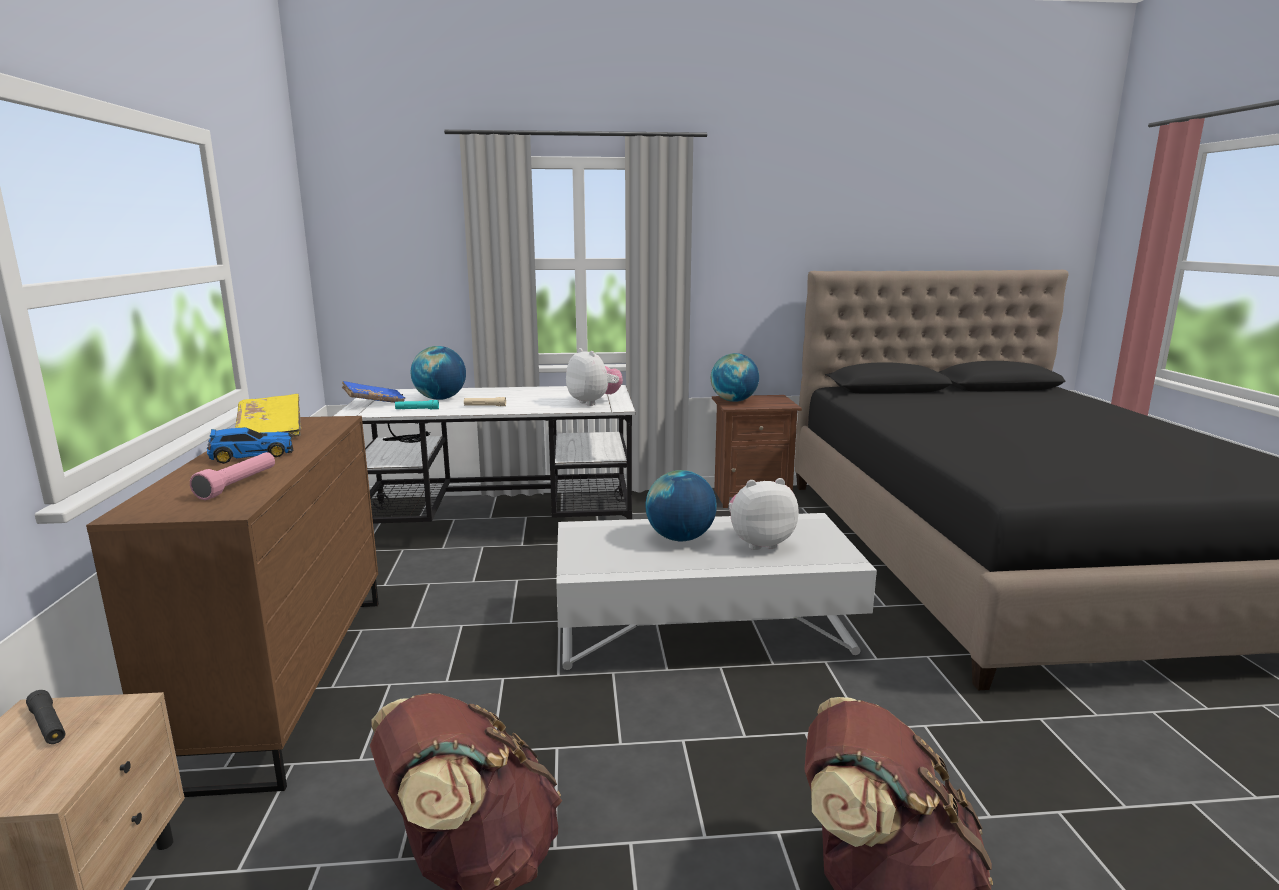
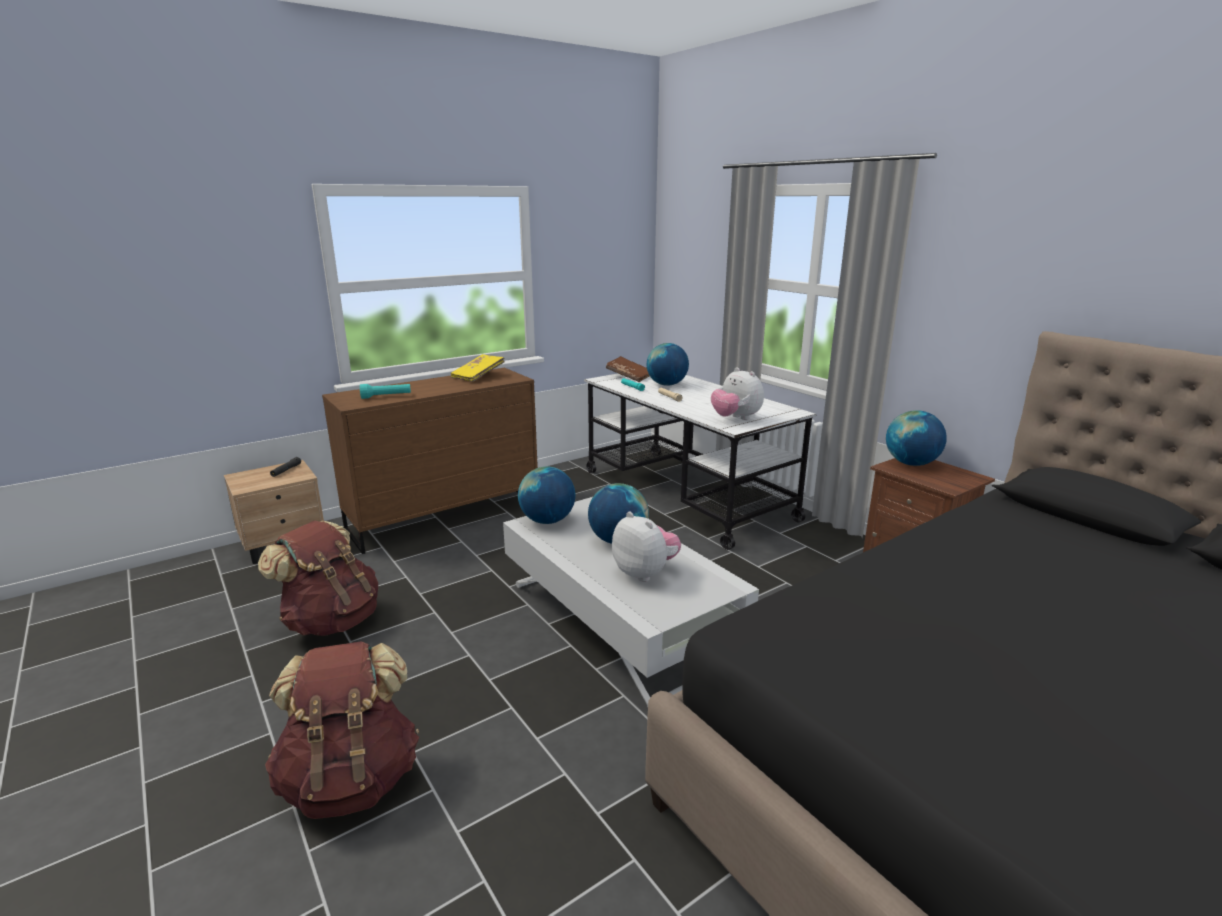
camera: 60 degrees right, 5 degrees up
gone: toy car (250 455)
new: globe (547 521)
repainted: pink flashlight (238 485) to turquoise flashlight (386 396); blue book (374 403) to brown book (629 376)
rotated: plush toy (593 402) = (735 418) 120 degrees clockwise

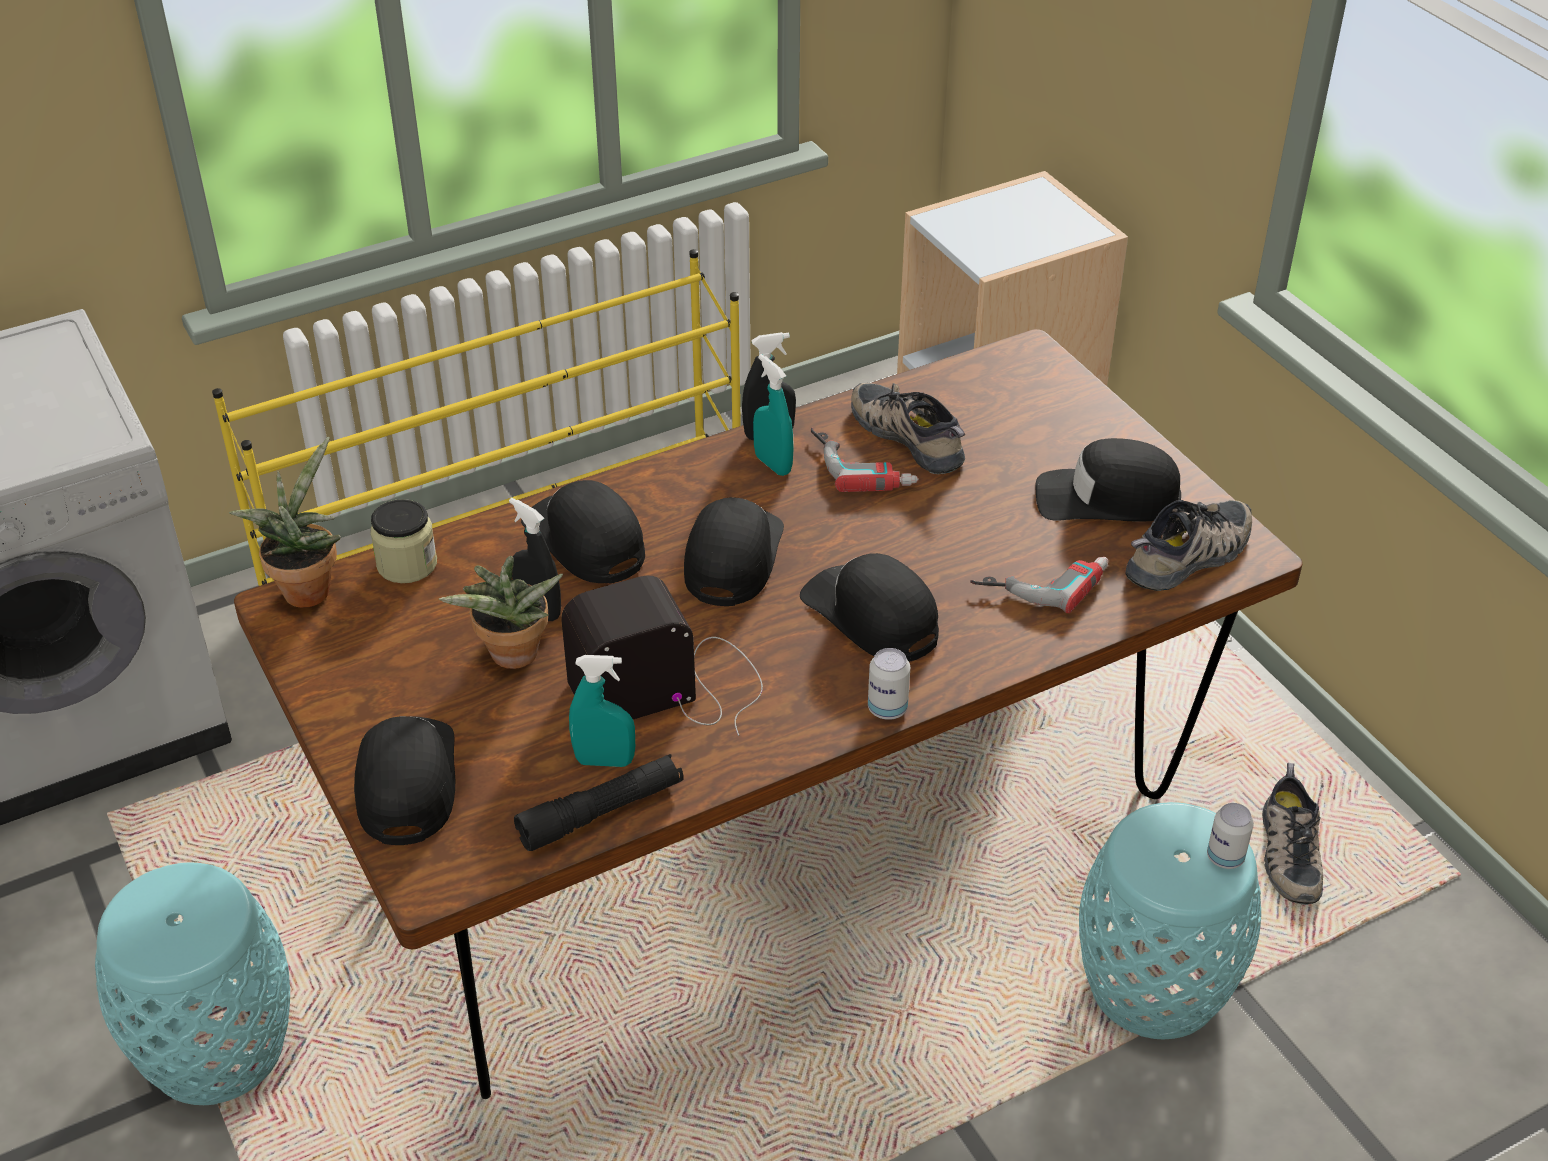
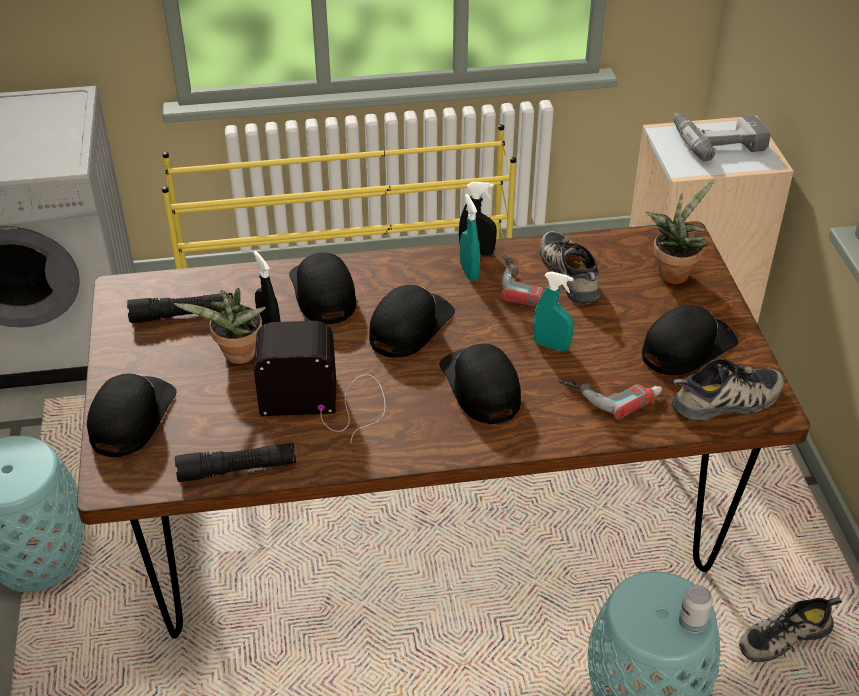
camera: 20 degrees right, 0 degrees up
gone: jar (407 564); can (887 709)
new: black flashlight (182 315); power drill (717 139)
shifted: potted plant (307 587) to (673 272); turquoise spray bottle (605 761) to (551 345)
rotated: black cap (1106 498) = (687 347) 120 degrees clockwise; shoe (1287 851) = (784 635) 45 degrees clockwise

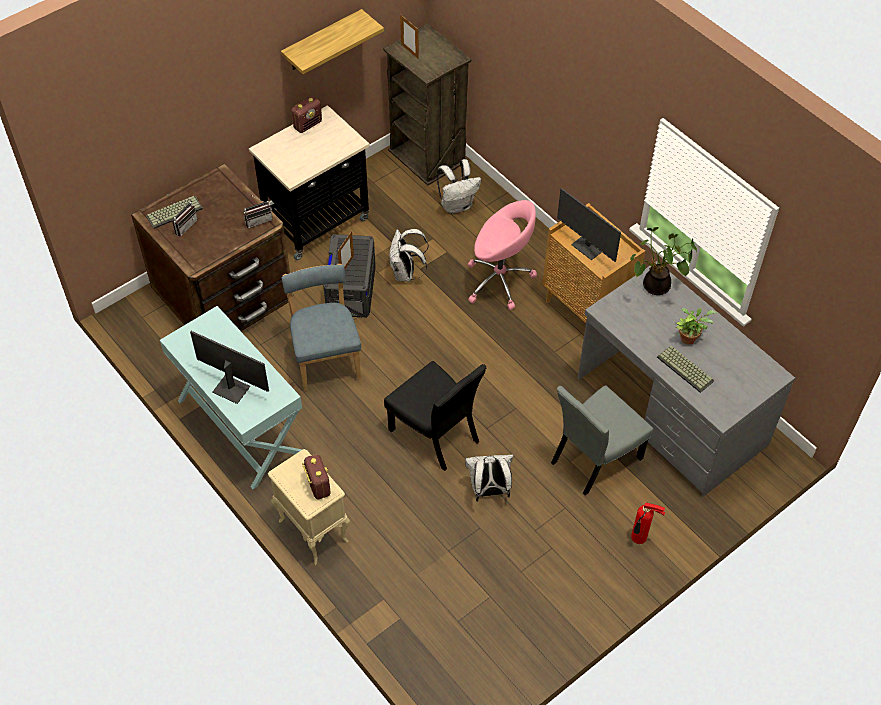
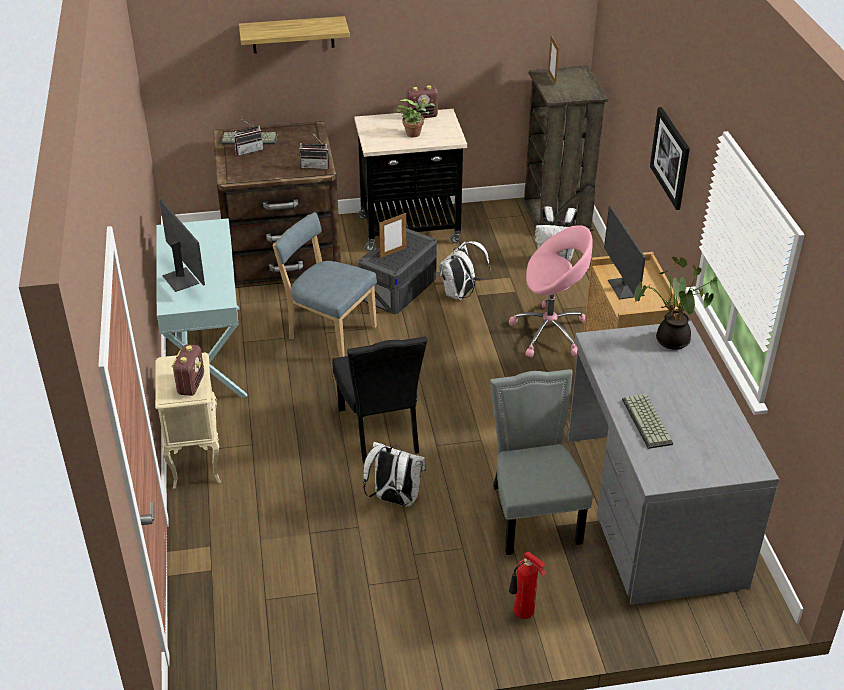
camera: 30 degrees right, 15 degrees down
new: picture (671 157)
shifted: shelf (322 41) to (293 34); potted plant (689 337) to (415 134)
rotated: blue chair (326 358) = (329 331) 75 degrees counterclockwise; pink office chair (500 281) = (551 332) 45 degrees counterclockwise; grey chair (596 457) = (533 517) 90 degrees clockwise

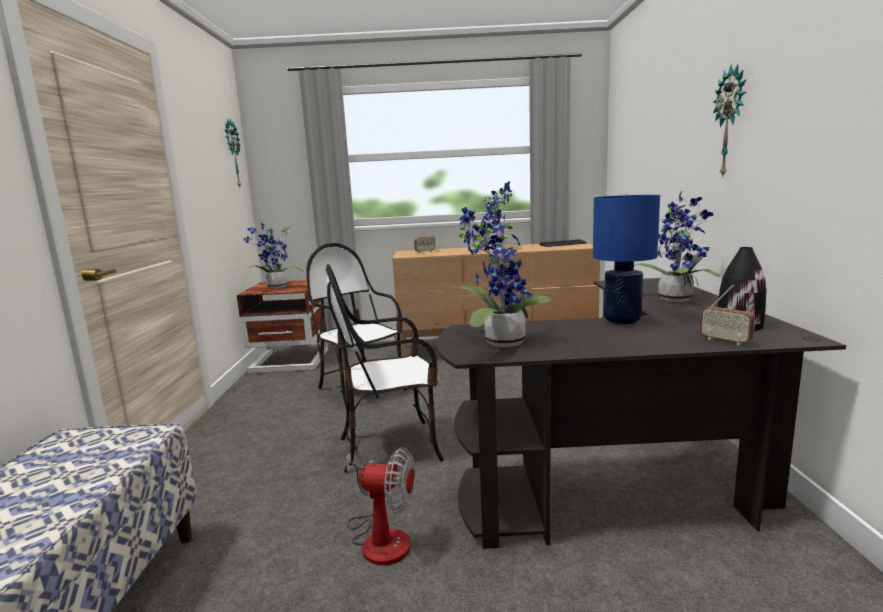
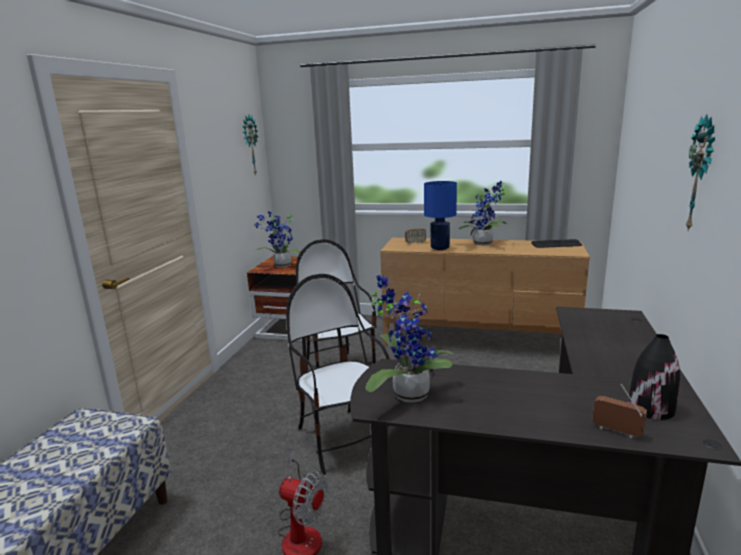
camera: 15 degrees right, 5 degrees up
gone: potted plant (675 298)
shifted: blue table lamp (622 322) to (439 249)
rotated: chair (391 446) = (342 440) 60 degrees clockwise; radio (725 341) = (616 431) 150 degrees clockwise

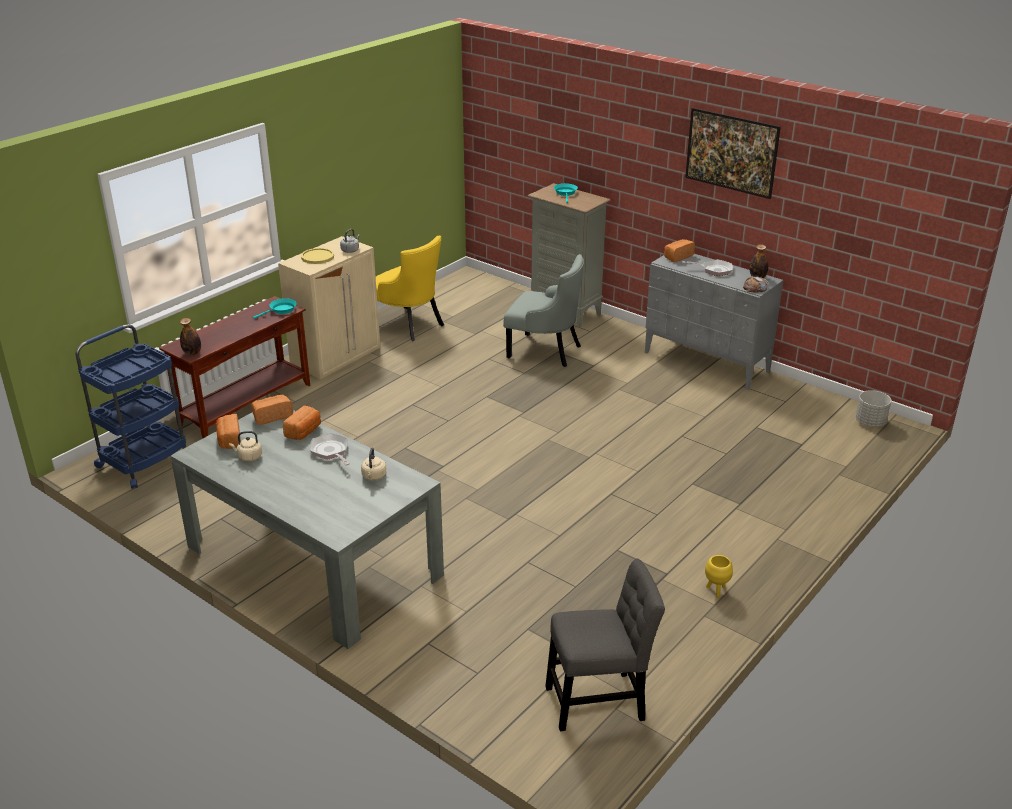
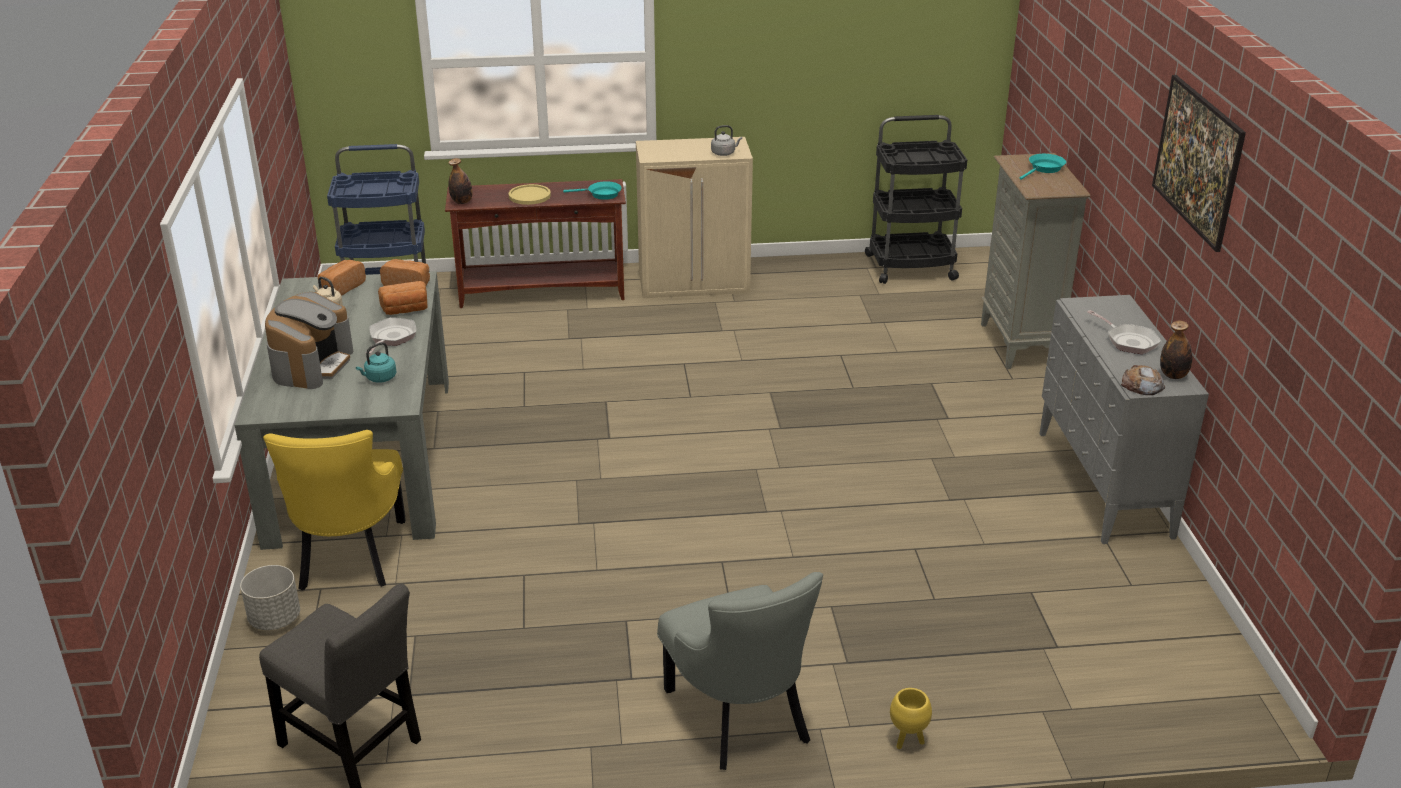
camera: 45 degrees right, 0 degrees up
gone: bread (677 257)
new: coffee machine (312 365); black cart (910 267)
shifted: yellow plate (317 257) to (529 196); yellow chair (406 324) to (350 553); grey chair (543 351) to (737 713); yellow planter (716 590) to (907 741); grey planter (870 422) to (275 619)
repainted: beige kettle (373 476) to turquoise kettle (379 378)

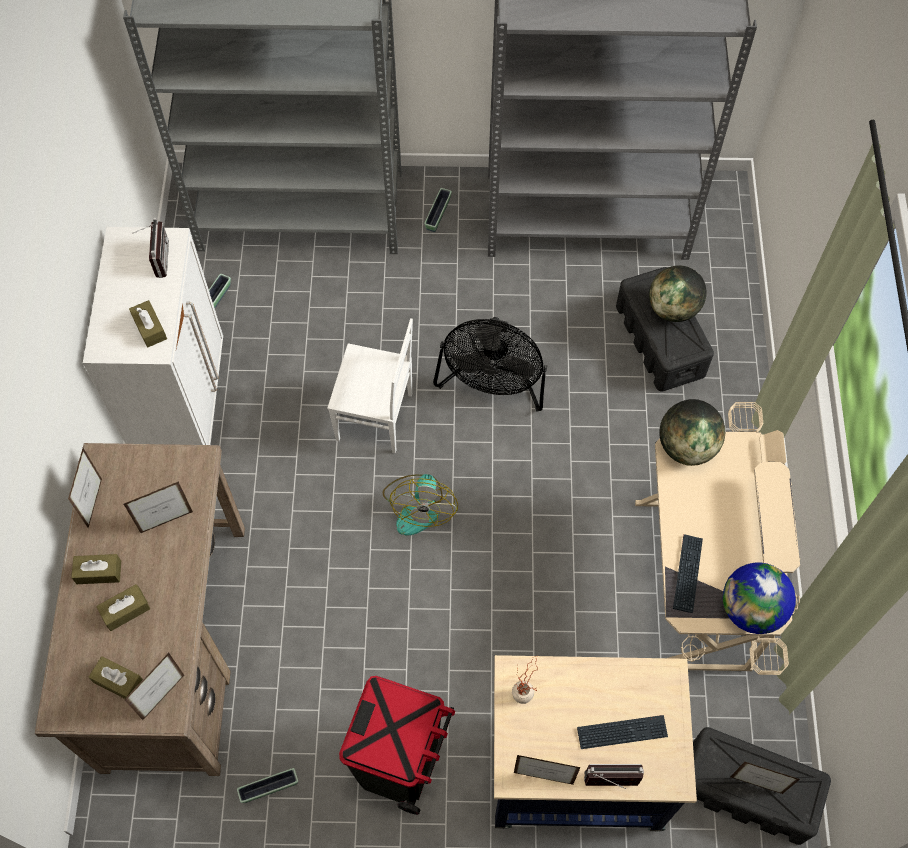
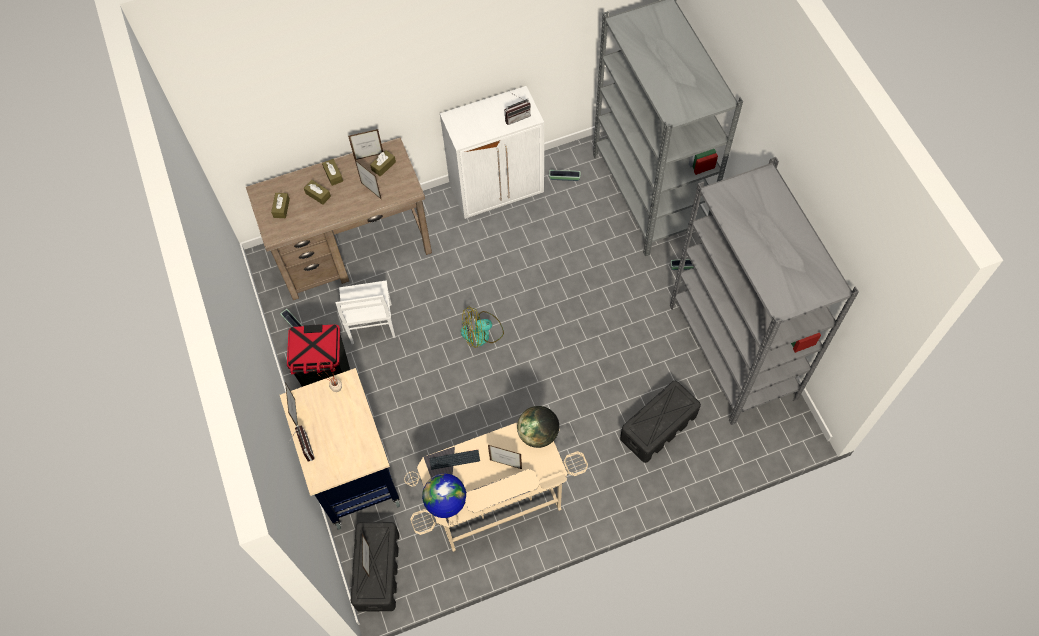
camera: 70 degrees right, 0 degrees up
gone: black fan (490 379); keyboard (622 732); globe (673 309)
shifted: picture frame (164 697) to (506 464); brown tissue box (150 328) to (383 166); white chair (375 418) to (371 324)

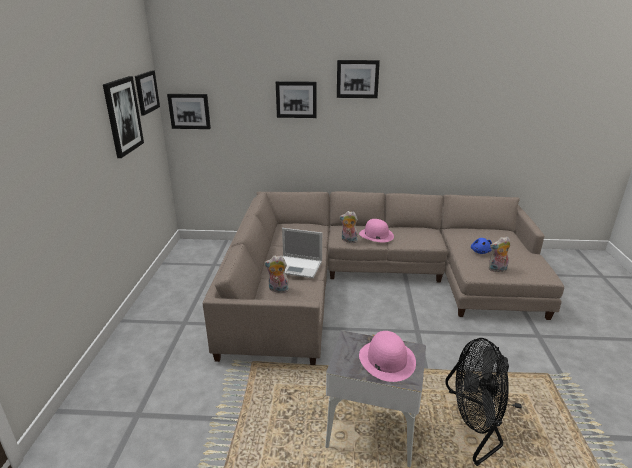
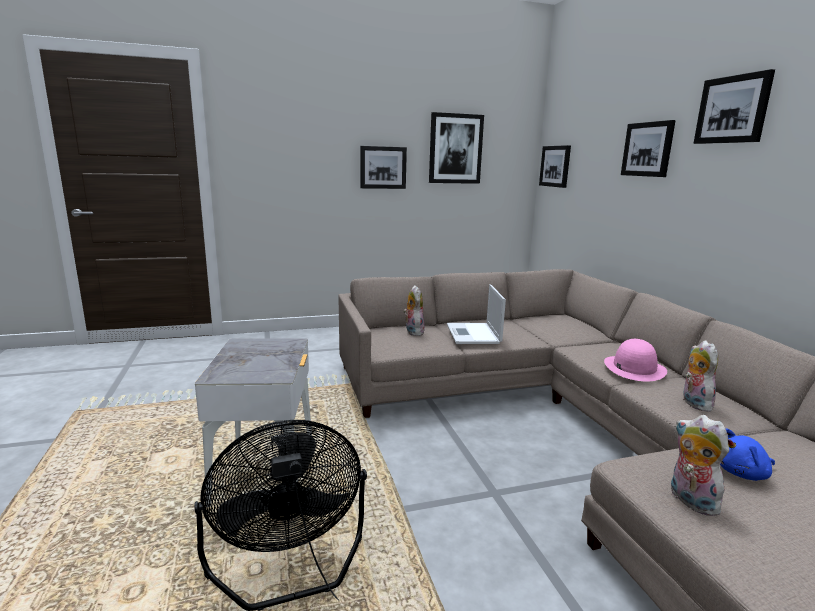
camera: 70 degrees right, 10 degrees down
gone: pink hat (386 359)
shifted: picture (146 92) to (383 167); plush toy (348 241) to (693 403)

